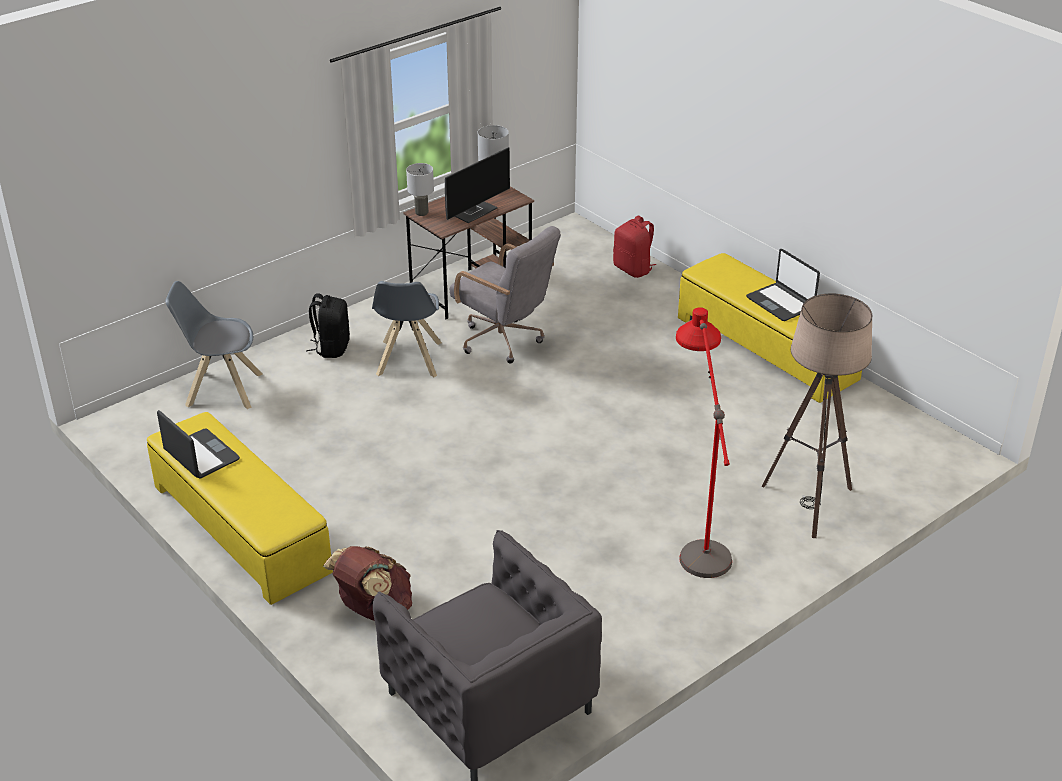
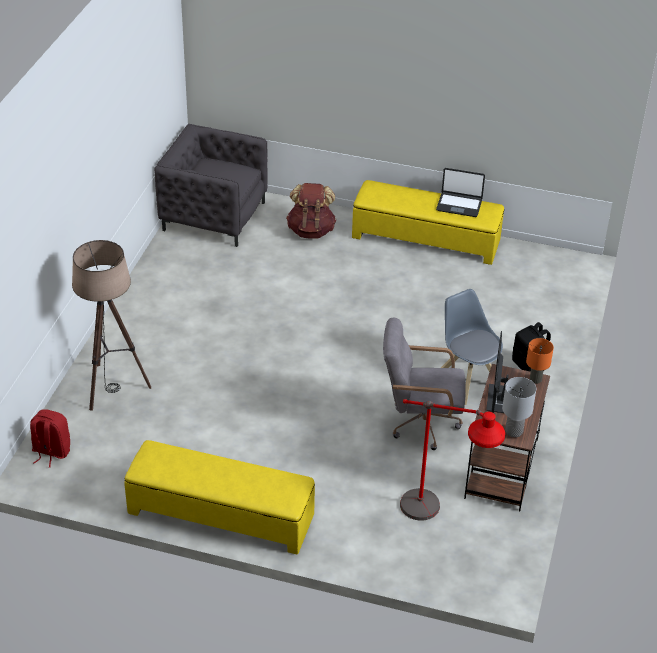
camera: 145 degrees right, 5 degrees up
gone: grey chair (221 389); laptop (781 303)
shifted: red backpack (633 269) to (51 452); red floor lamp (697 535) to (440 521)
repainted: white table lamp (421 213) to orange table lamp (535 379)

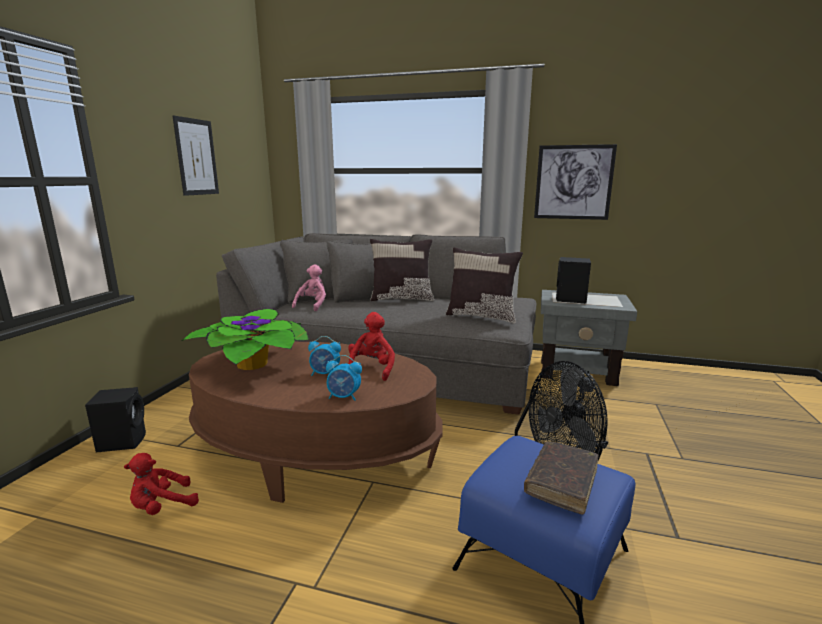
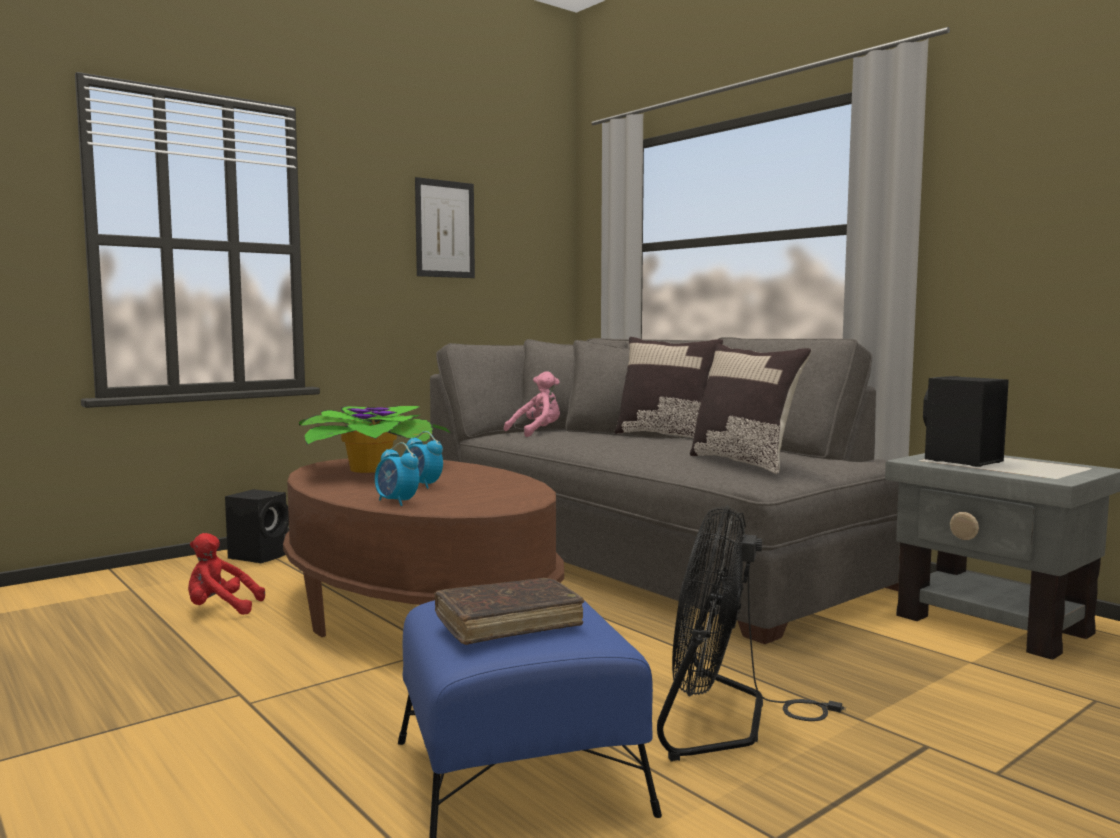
camera: 35 degrees right, 10 degrees down
gone: red plush toy (371 369); picture (573 182)

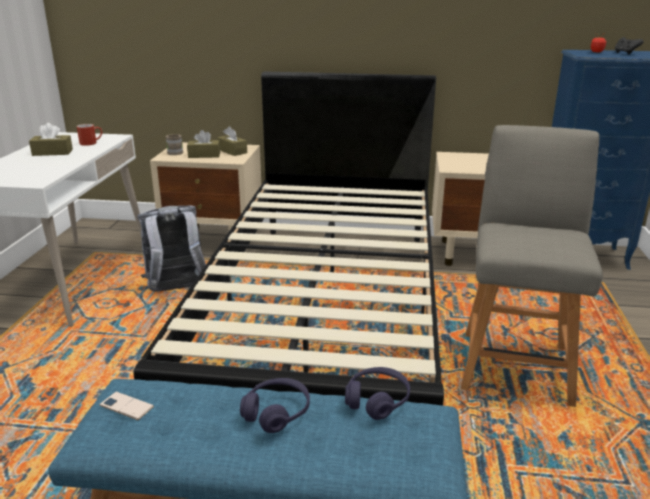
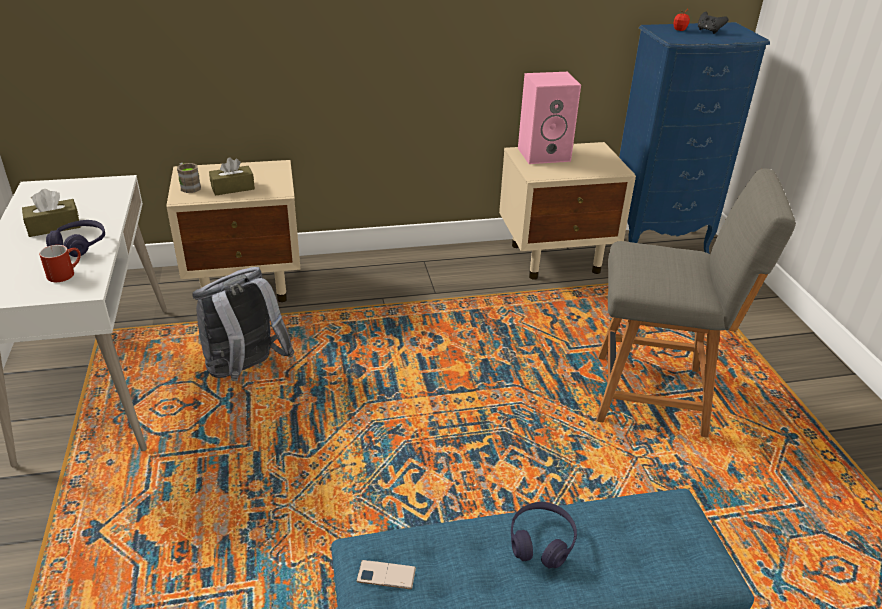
camera: 20 degrees left, 10 degrees up
gone: black bed (325 315); brown tissue box (232 151)
new: pink speaker (544 154)
shifted: red mug (91 143) to (65 273); purple headphones (377 400) to (79 245)
rotated: grey chair (515 364) = (655 395) 105 degrees clockwise

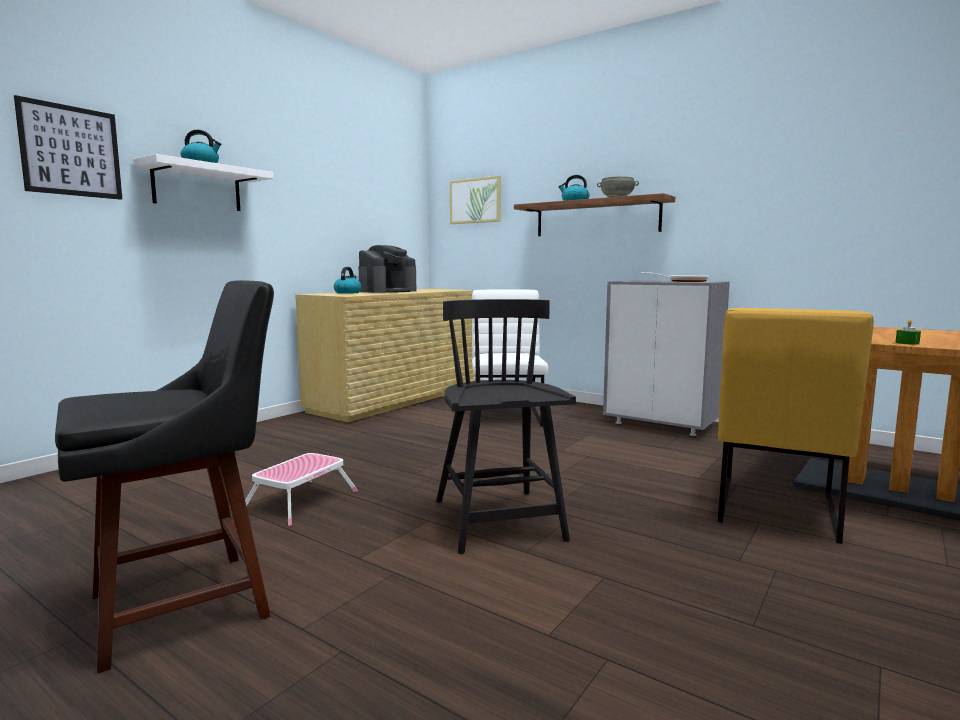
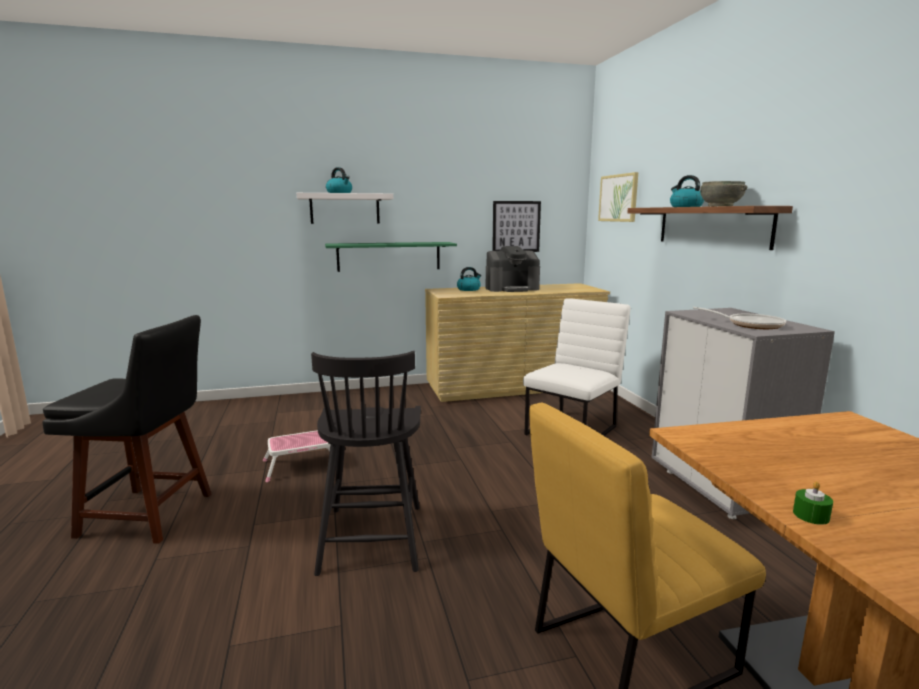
camera: 40 degrees right, 5 degrees up
new: green shelf (389 256)
shifted: picture (71 151) to (516 226)
rotated: black chair (498 520) = (372 535) 150 degrees clockwise

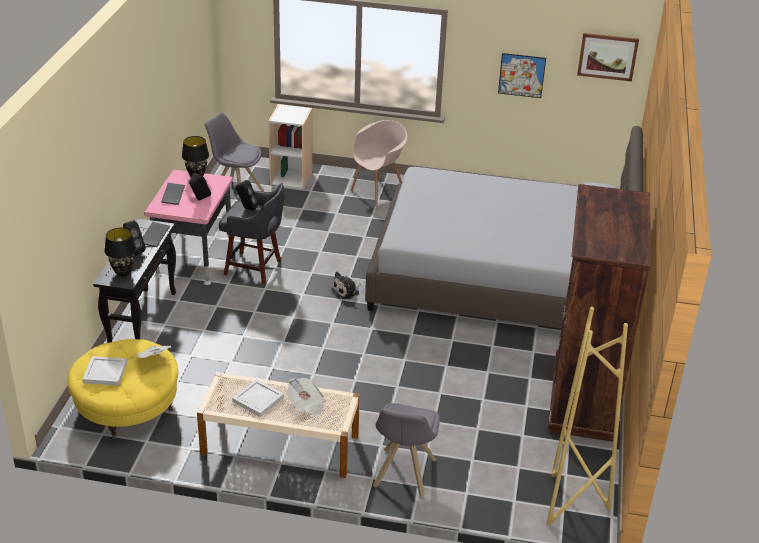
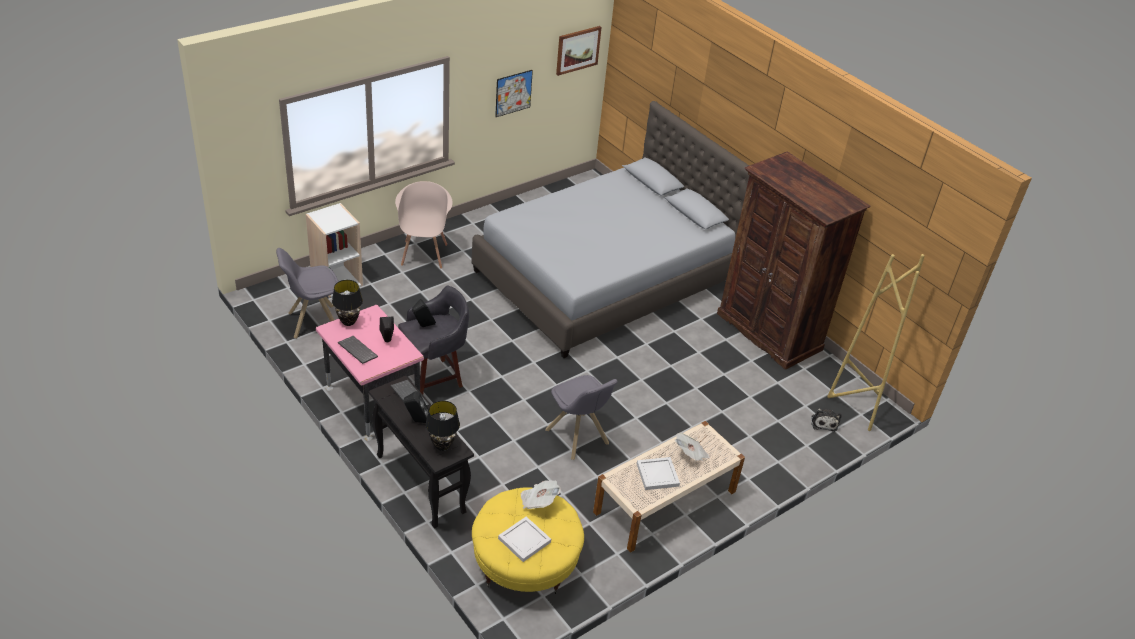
camera: 50 degrees left, 5 degrees up
shifted: plush toy (347 291) to (823 422); grey chair (404 473) to (577 437)

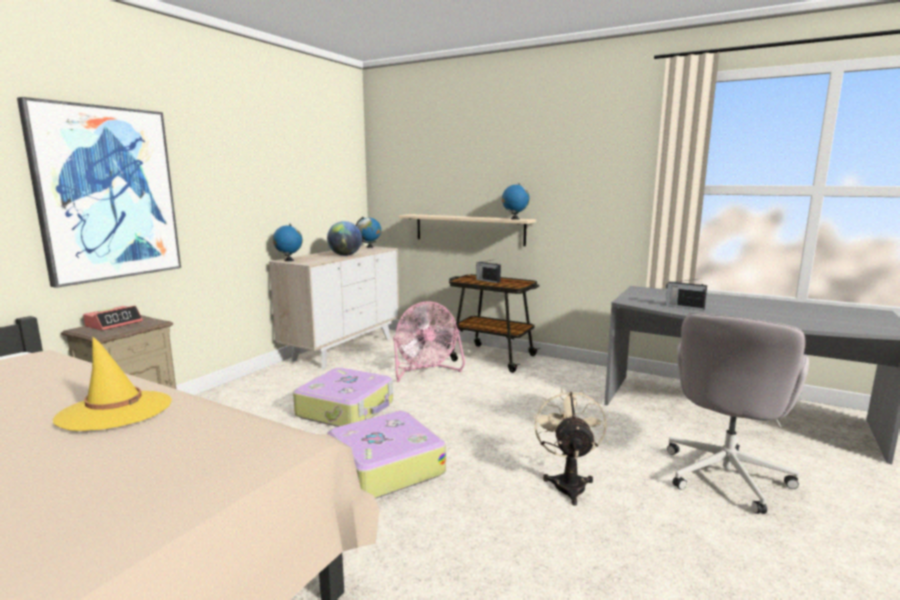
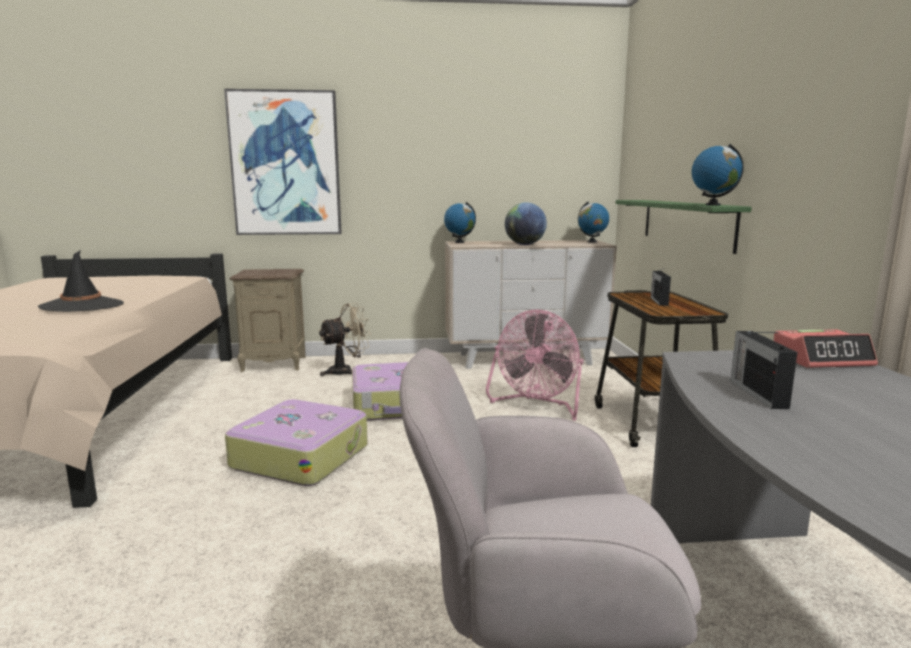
camera: 55 degrees right, 0 degrees up
shifted: alarm clock (114 324) to (822 359); beige fan (568 482) to (346 371)
repainted: yellow hat (115 411) to black hat (82 306); beige shelf (469 229) to green shelf (686 223)

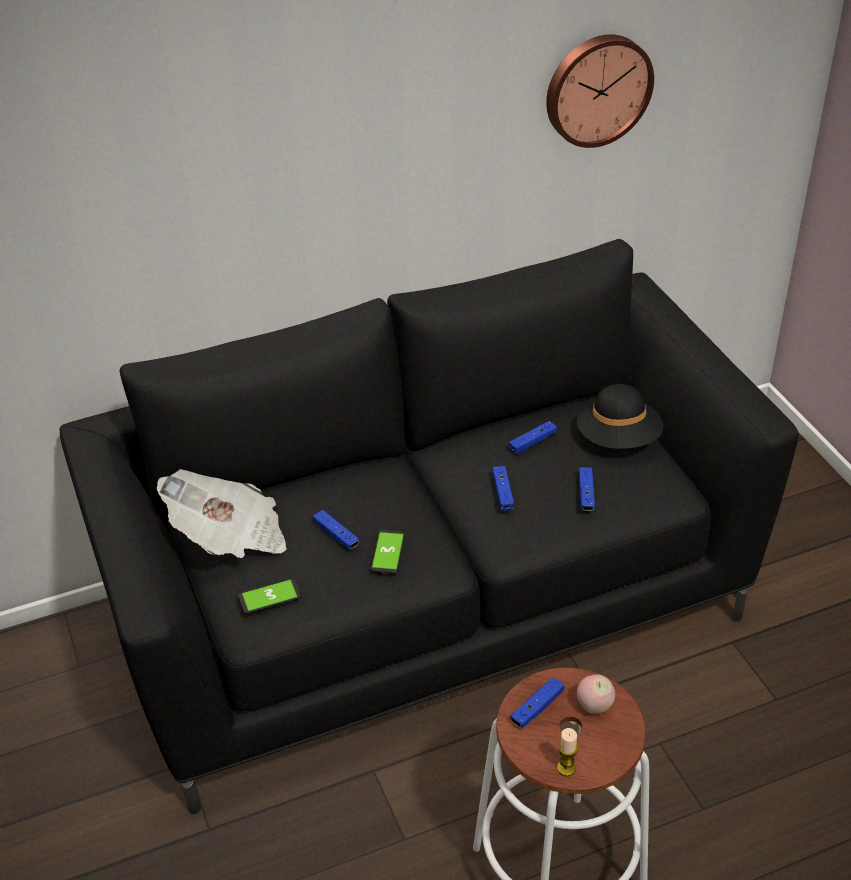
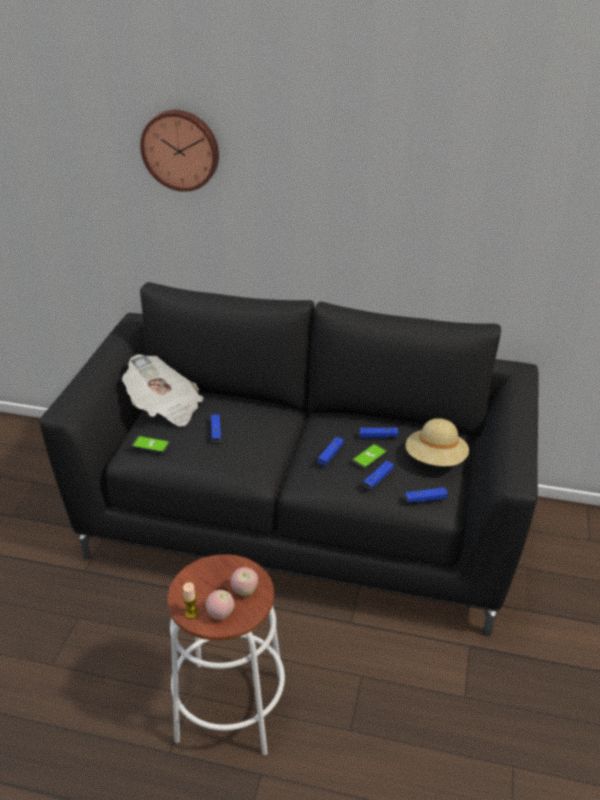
camera: 35 degrees right, 5 degrees down
new: apple (220 614)
shifted: phone (388 552) to (369 457); blue game controller (537 708) to (425 499); wall clock (597 89) to (181 149)
repainted: black hat (618 439) to beige hat (435 459)

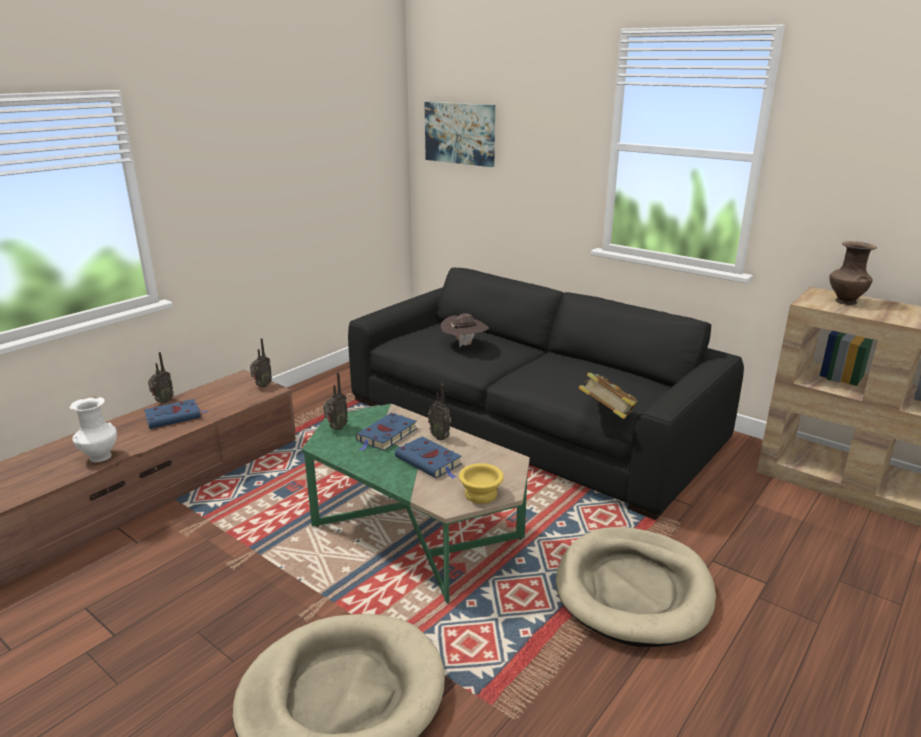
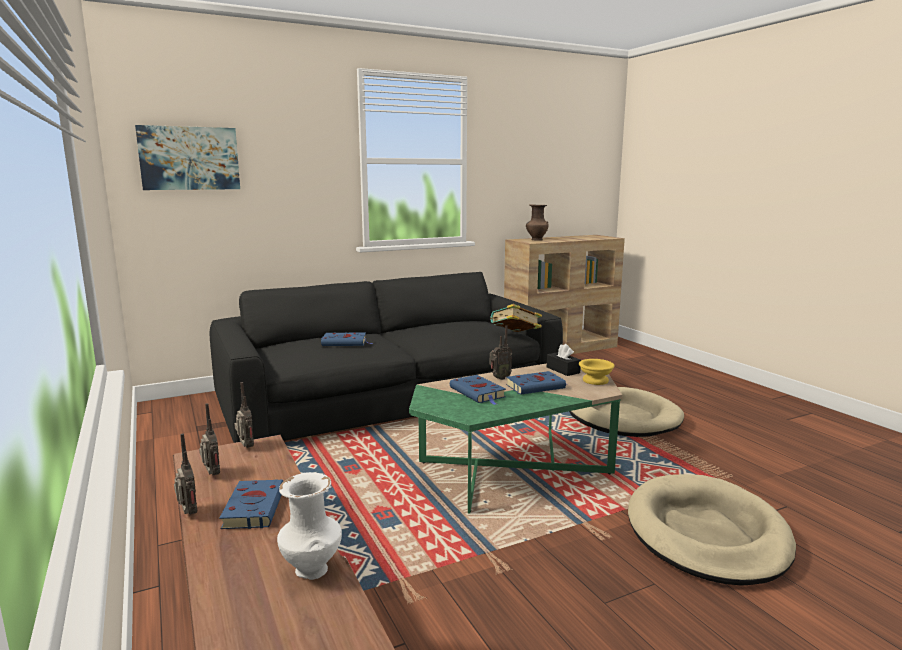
camera: 65 degrees left, 10 degrees down
new: black tissue box (563 370)
shifted: radio (336 428) to (211 475)
swapped: brown hat (464 345) to blue book (345 342)

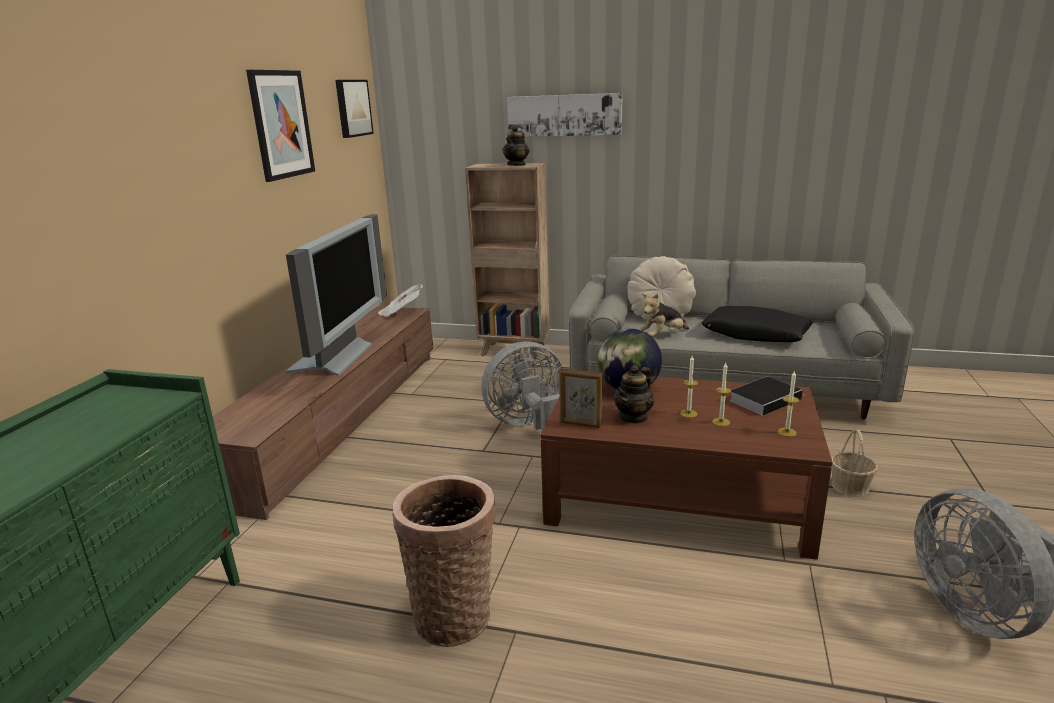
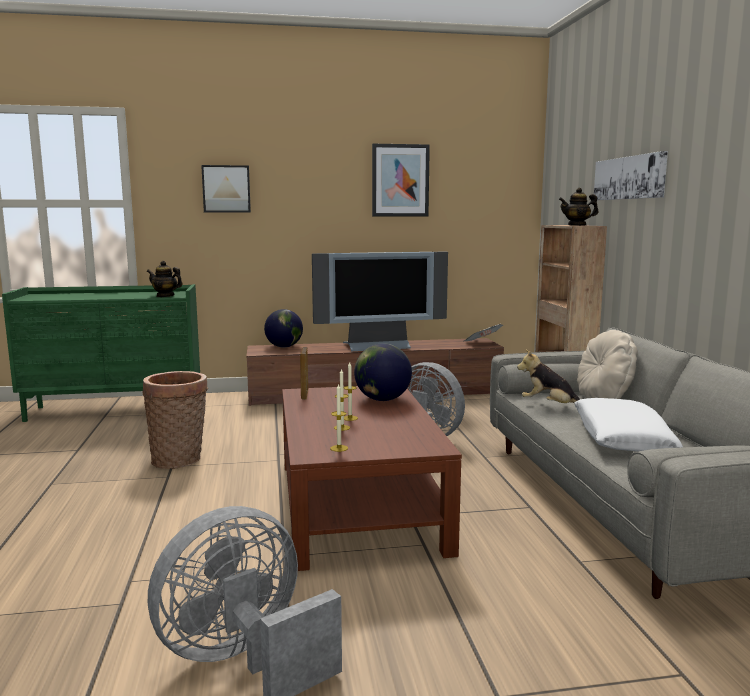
camera: 65 degrees right, 10 degrees down
gone: book (765 399); basket (850 486)
new: globe (284 347)
shifted: picture (352 108) to (226 189); teapot (634 417) to (165 296)
repainted: black pillow (755 335) to white pillow (621 438)

